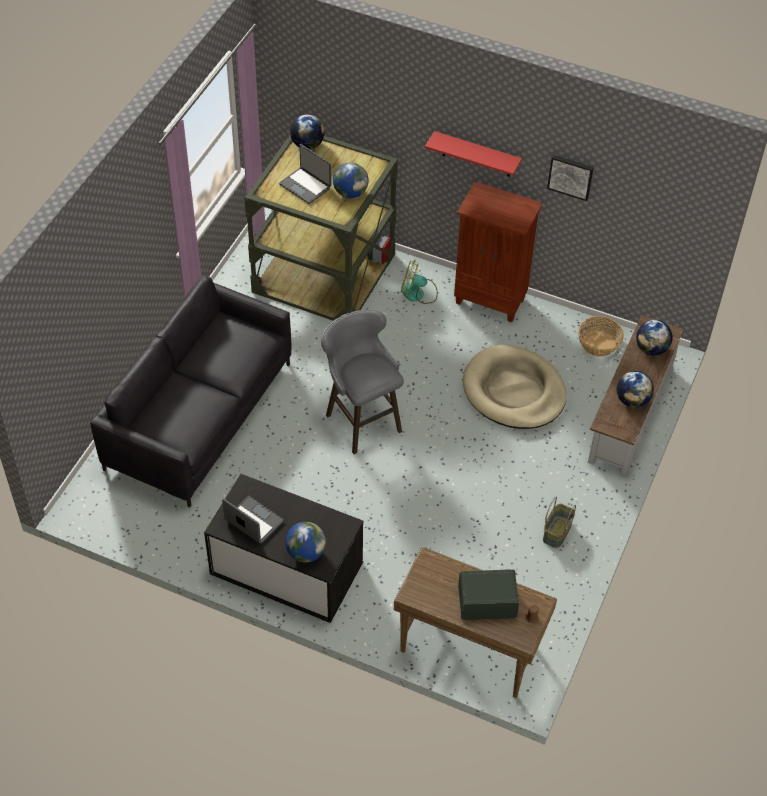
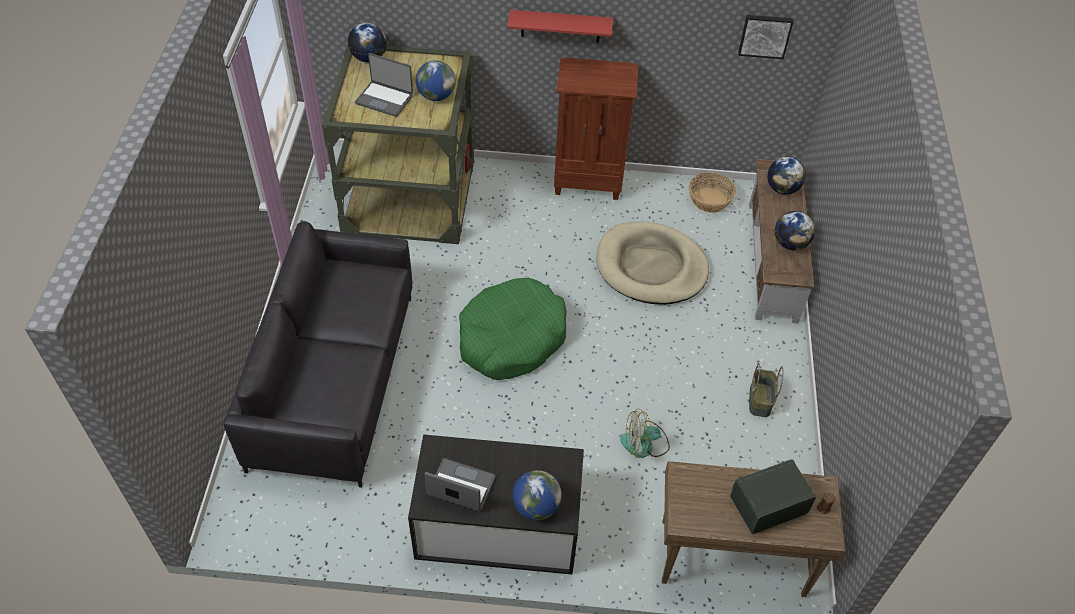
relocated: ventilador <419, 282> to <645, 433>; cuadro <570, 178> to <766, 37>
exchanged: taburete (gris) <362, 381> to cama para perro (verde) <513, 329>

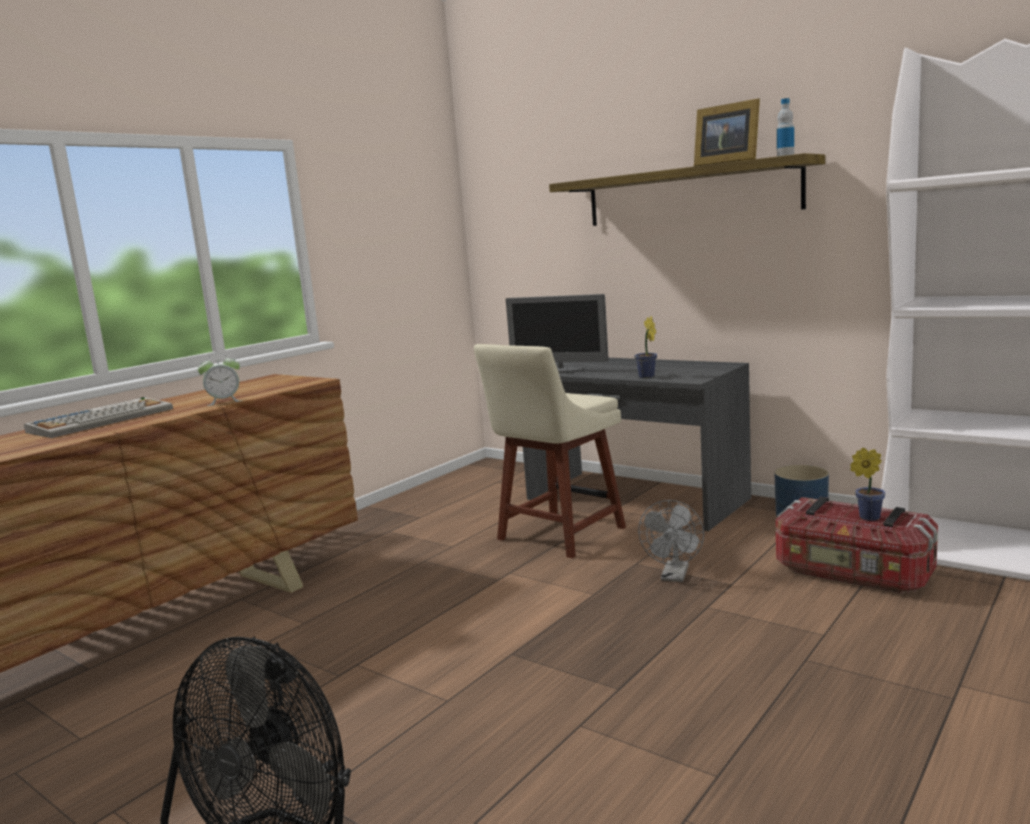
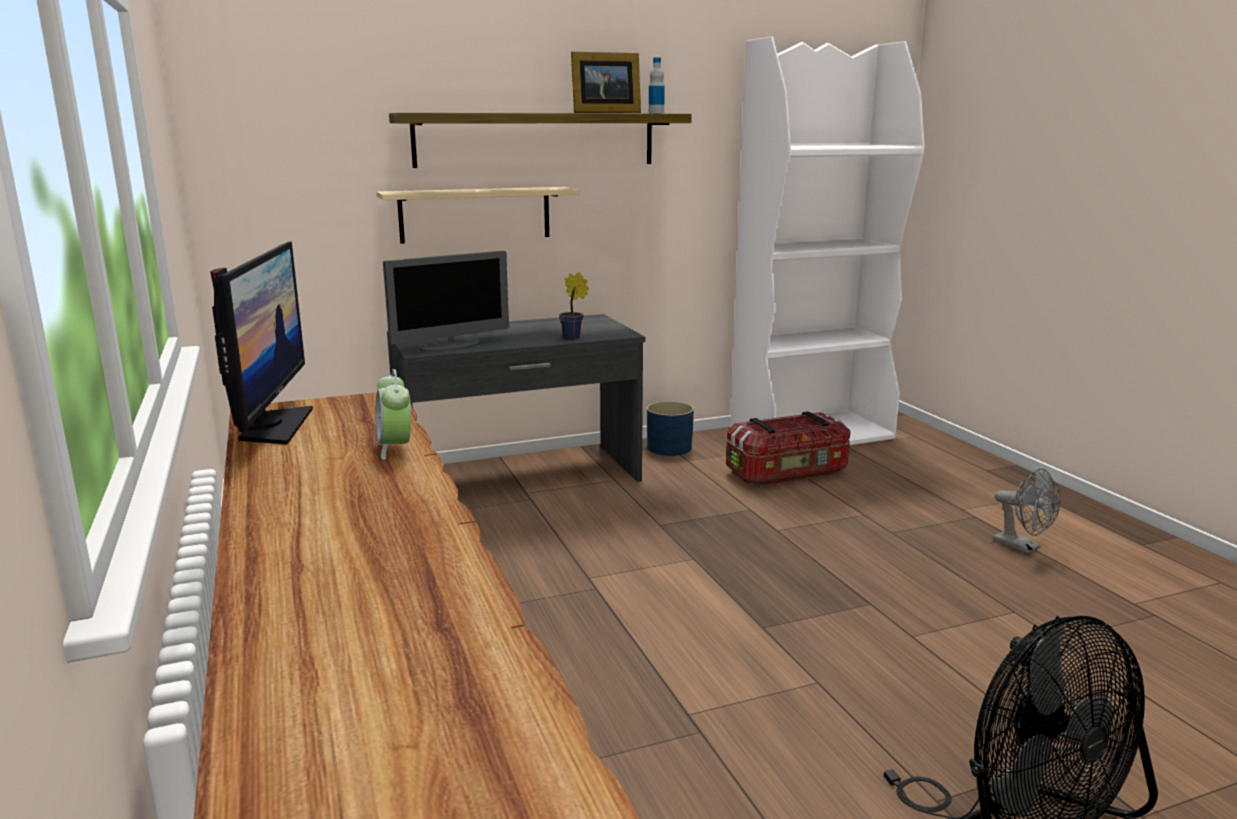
missing: teclado <98, 417>; taburete (beis) <550, 451>; planta en maceta <867, 484>
appeared: monitor <261, 343>; estante (beis) <478, 215>
relocated: ventilador (gris) <671, 541> to <1027, 511>
spun: despertador <220, 379> = <393, 414> 150 degrees clockwise

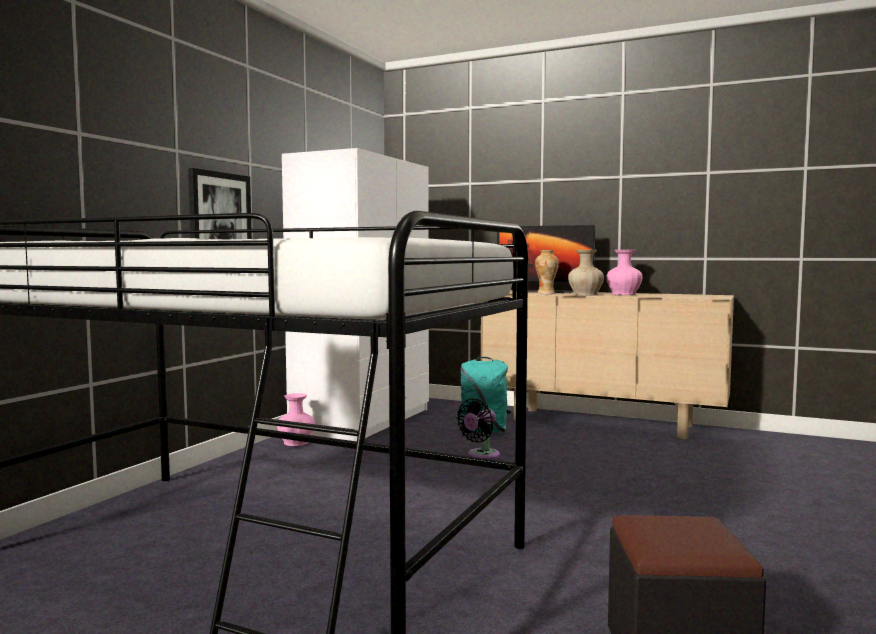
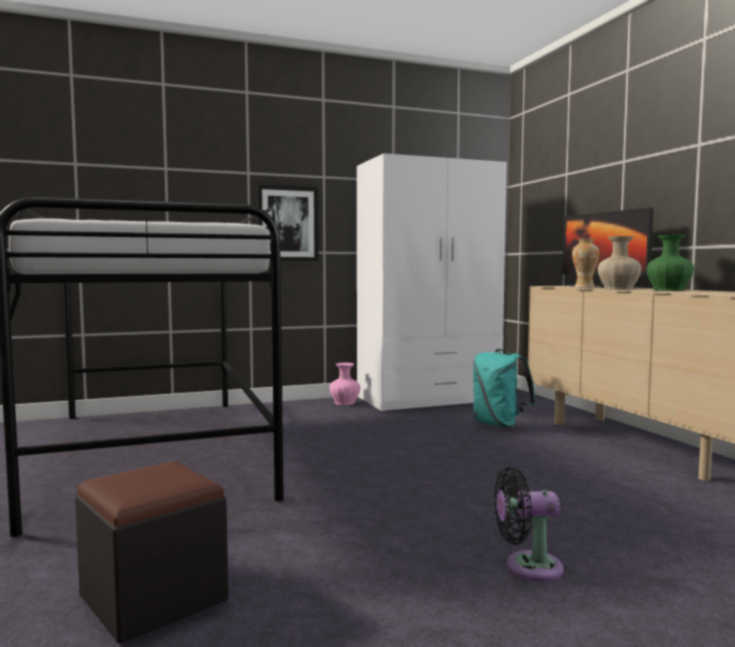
relocated: ventilador (negro) <478, 429> to <529, 524>
colour: florero (rosa) <624, 272> to florero (verde) <670, 263>

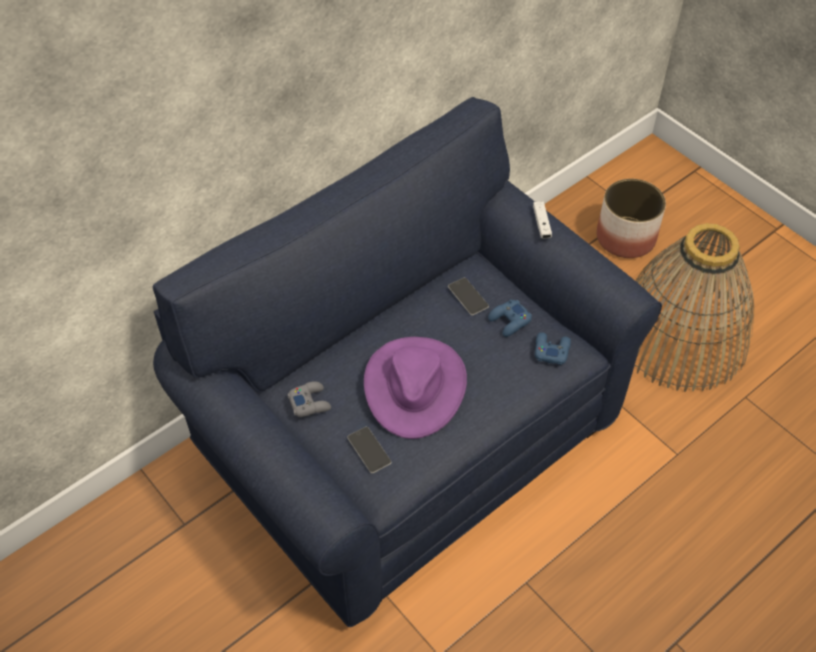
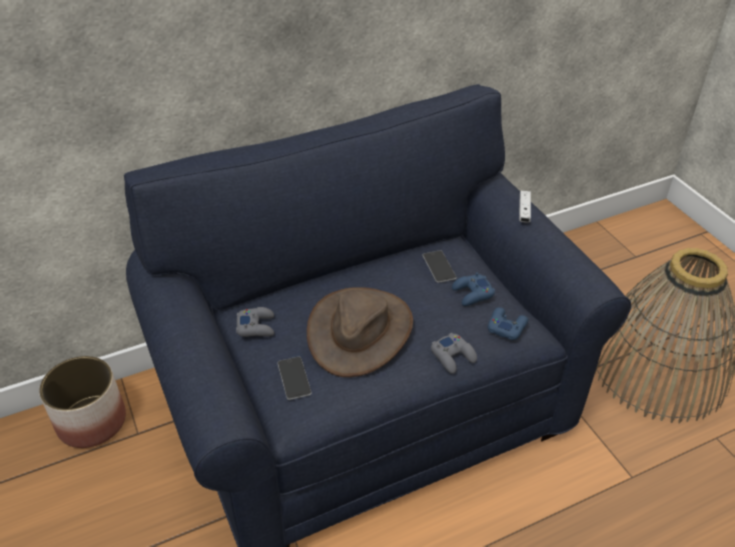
appeared: mando de consola (gris) <454, 353>
relocated: maceta <631, 218> to <82, 402>
colour: sombrero (morado) <415, 388> to sombrero (marrón) <360, 332>

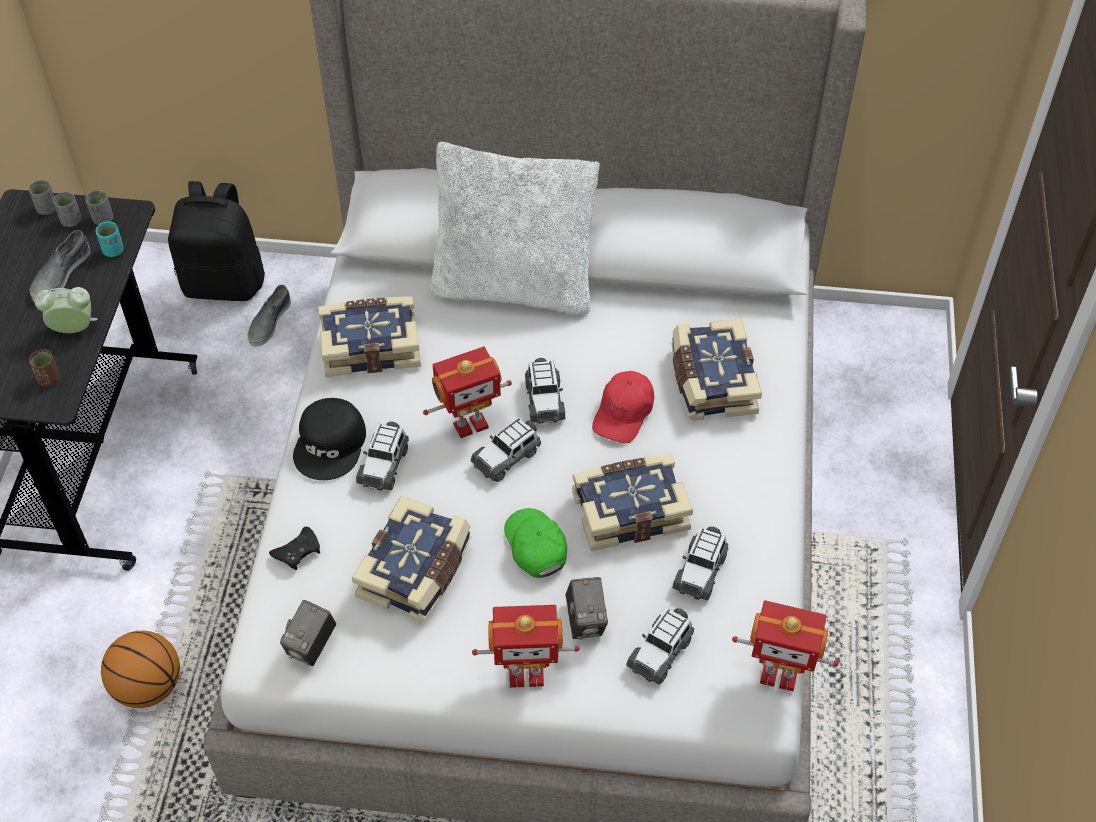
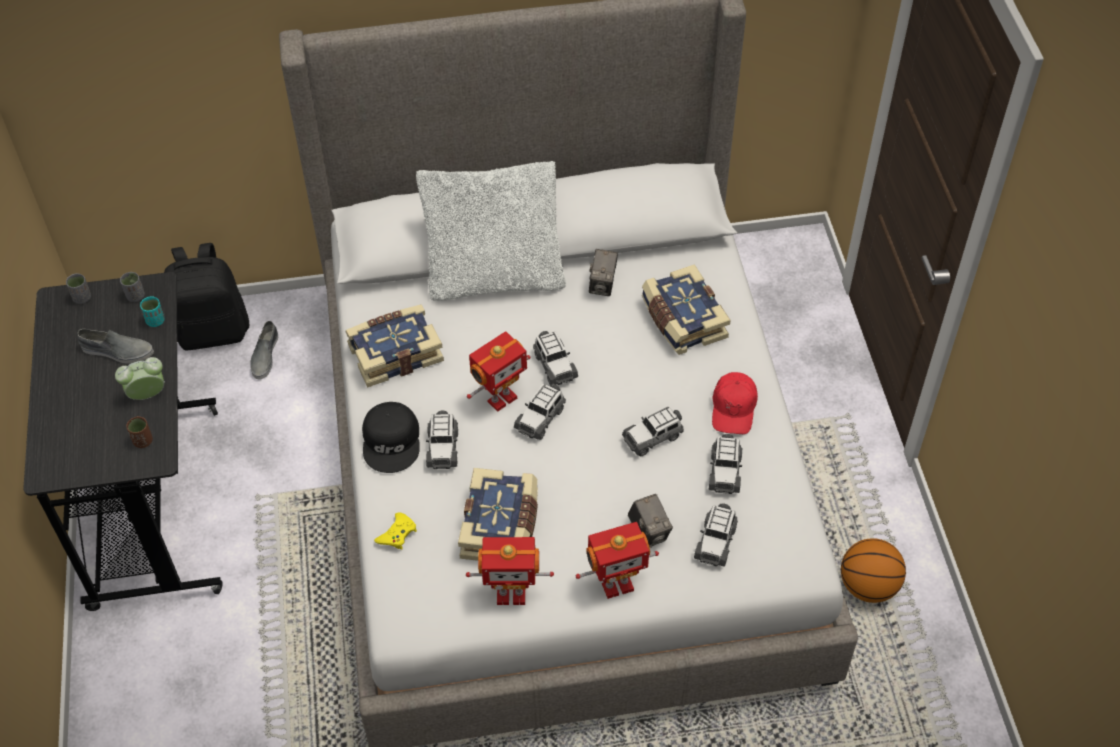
missing: taza (gris) <67, 209>; gorra (verde) <535, 543>
relocated: balón de baloncesto <140, 669> to <873, 570>; cámara <308, 633> to <603, 272>; gorra (rojo) <623, 407> to <735, 403>; robot de juguete <785, 645> to <510, 571>
exchanged: libro <632, 502> to coche de juguete <653, 431>
colour: mando de consola (negro) <294, 548> to mando de consola (amarillo) <395, 531>
spun: zapato (gris) <60, 265> = <116, 346> 90 degrees counterclockwise

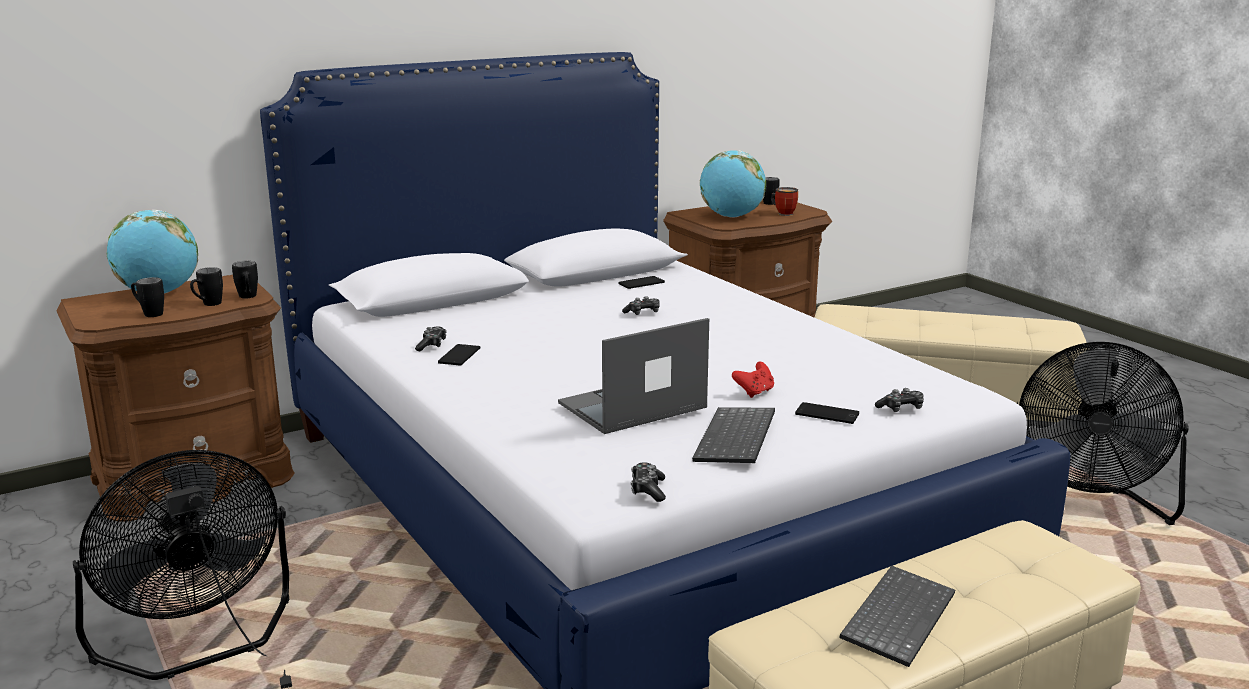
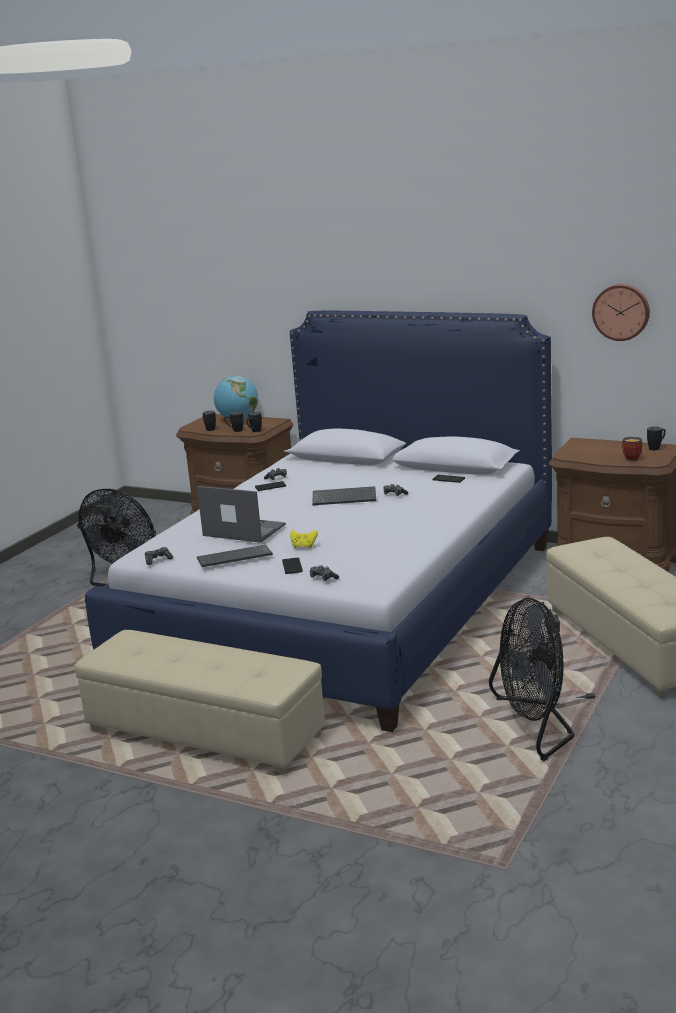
missing: globo terráqueo <733, 184>
appeared: reloj de pared <621, 312>
relocated: teclado <897, 616> to <344, 495>
colour: mando de consola (rojo) <753, 380> to mando de consola (amarillo) <304, 539>

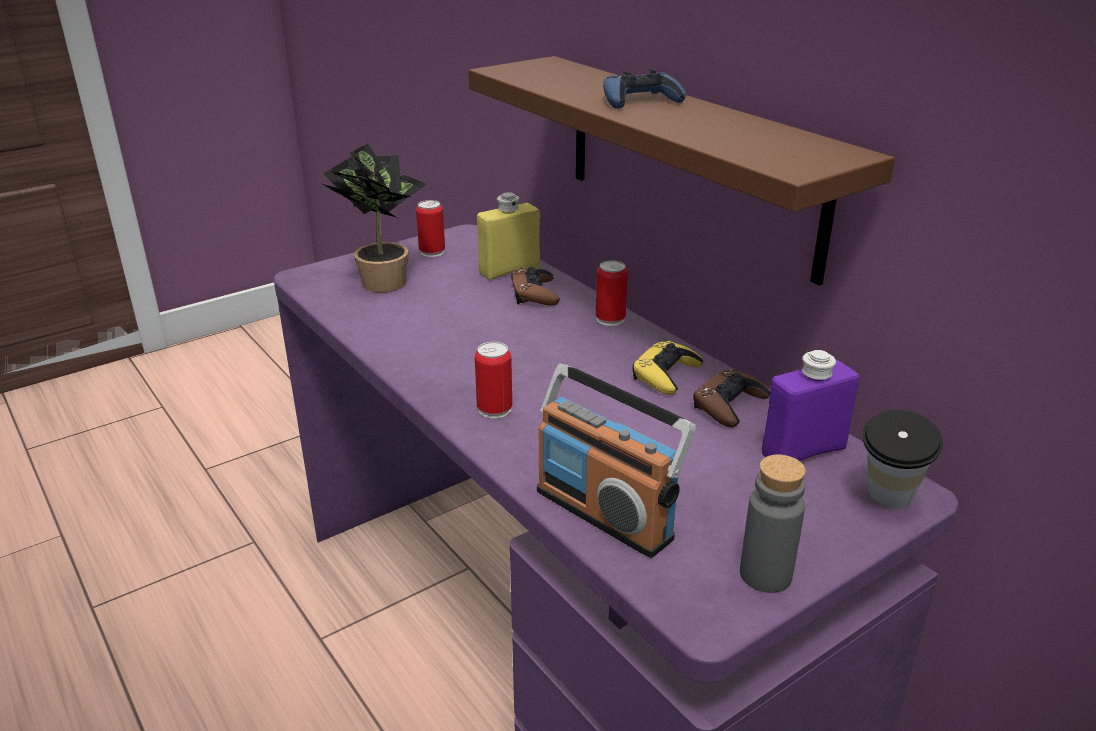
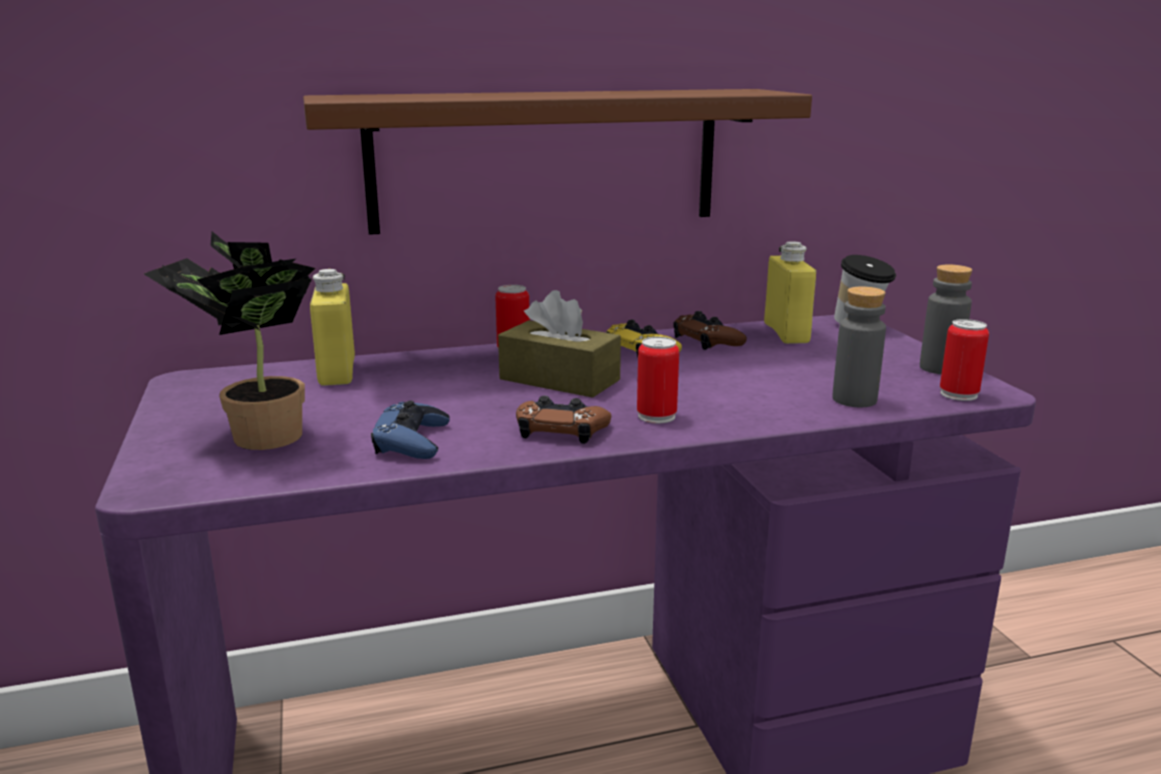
appeared: caja de pañuelos (marrón) <559, 344>
relocated: lata <430, 228> to <964, 360>; mando de consola (marrón) <535, 286> to <563, 419>; mando de consola (azul) <644, 89> to <410, 429>
exchanged: radio <616, 461> to botella (gris) <859, 346>
colour: botella (morado) <811, 405> to botella (amarillo) <790, 292>

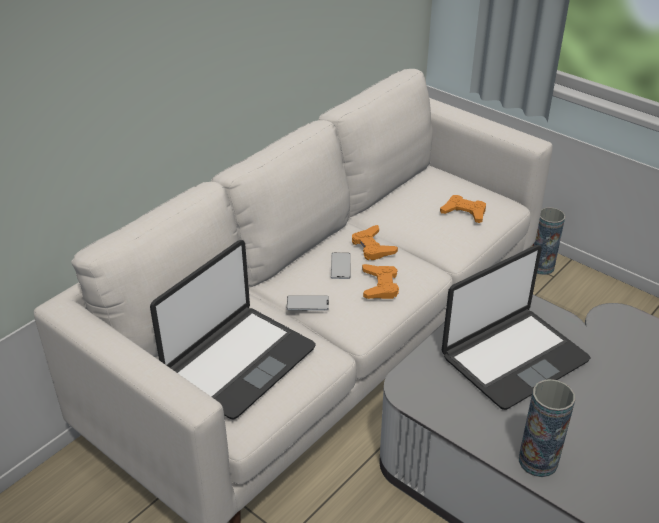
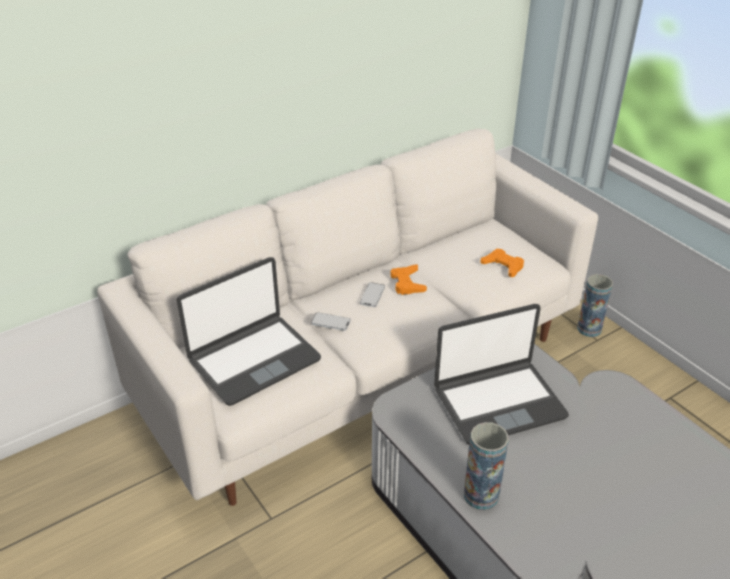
missing: mando de consola (naranja) <380, 281>

